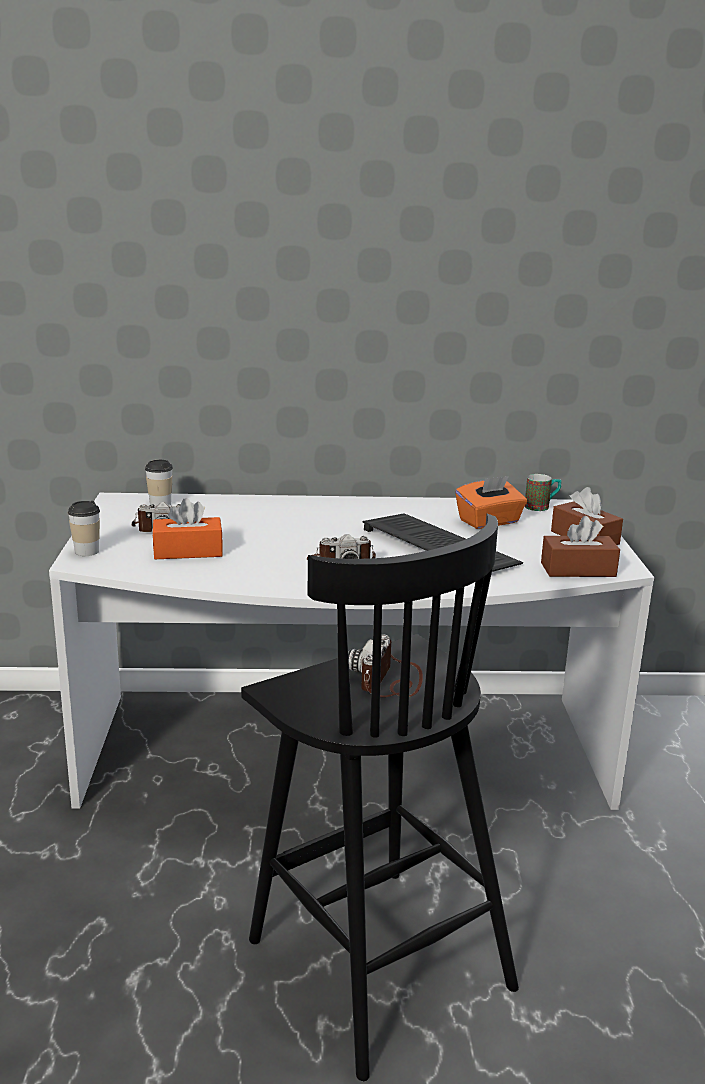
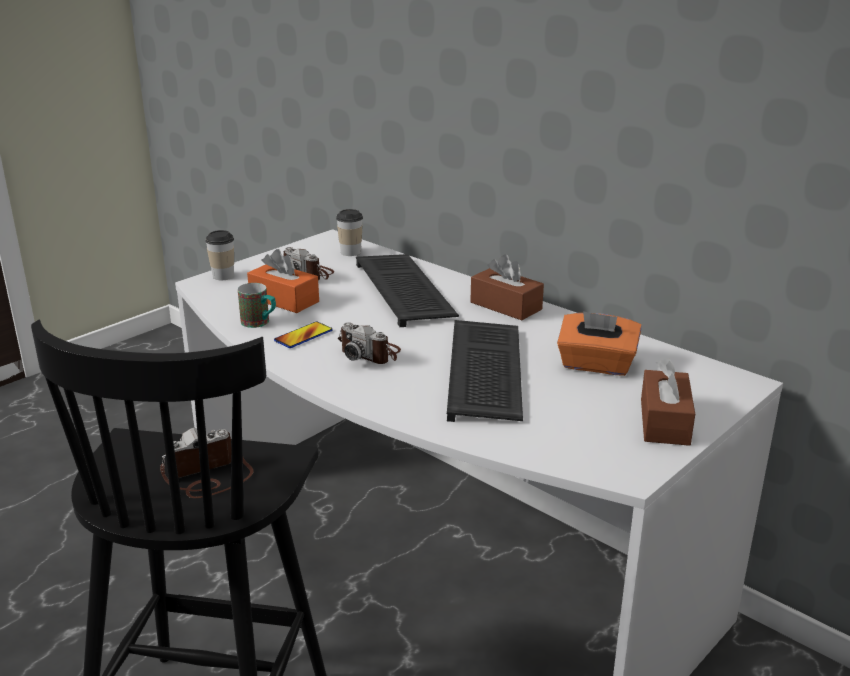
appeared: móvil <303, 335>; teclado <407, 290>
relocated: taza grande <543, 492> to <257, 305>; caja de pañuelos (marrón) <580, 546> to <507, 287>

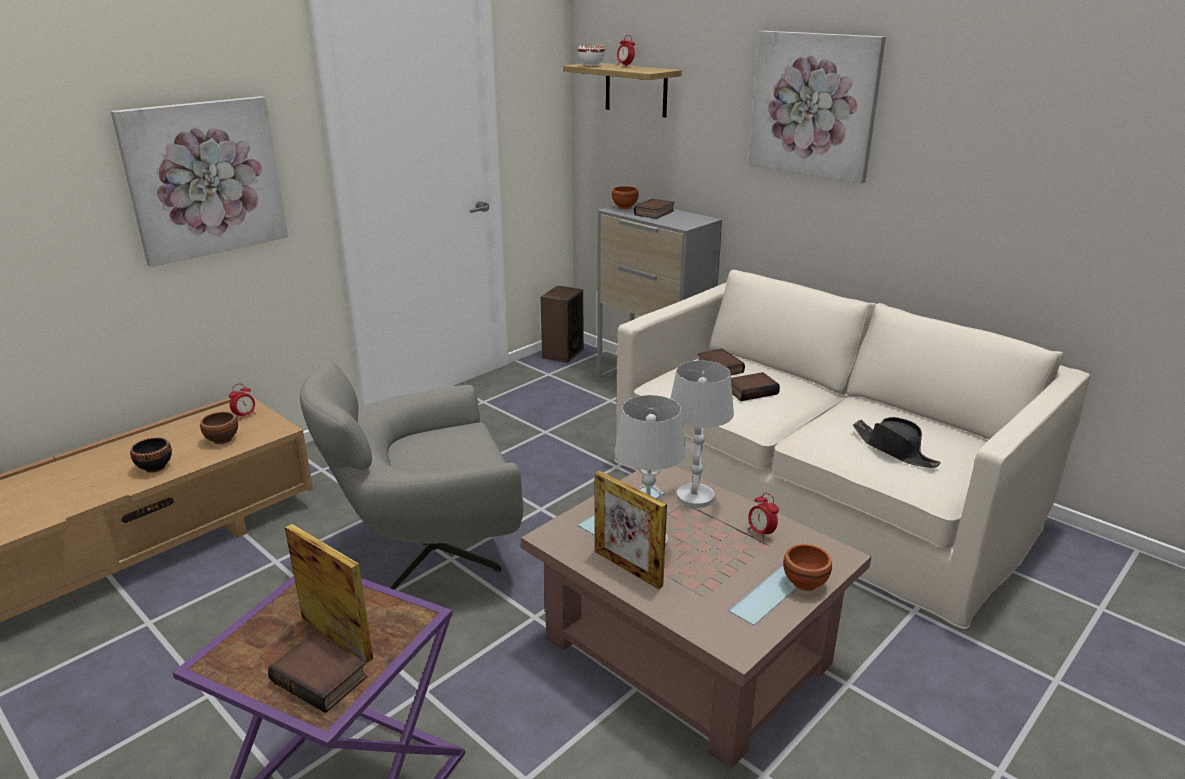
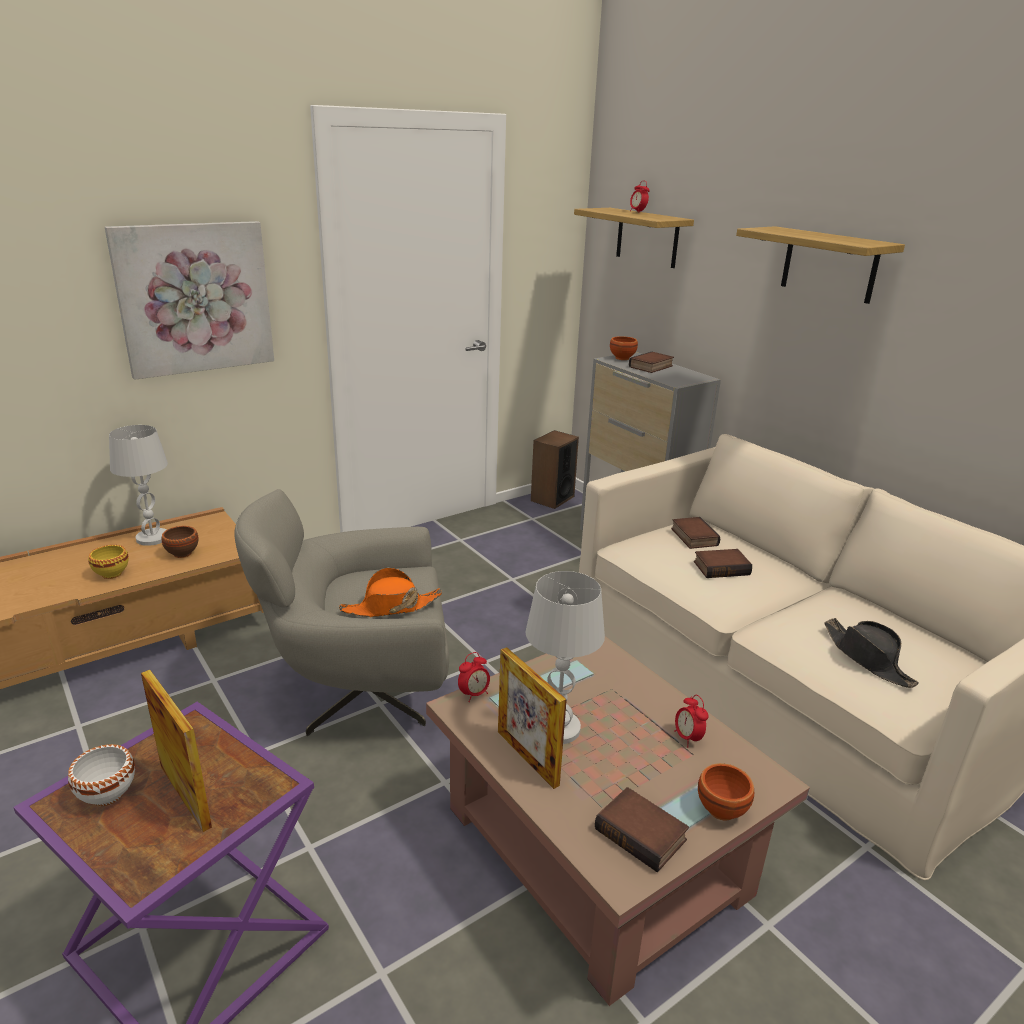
appeared: sombrero (naranja) <390, 592>
relocated: despertador <242, 402> to <474, 677>; libro <317, 673> to <642, 829>; cuenco (blanco) <592, 56> to <101, 775>; lámpara de mesa (blanco) <702, 434> to <138, 485>
exchanged: cuadro <817, 107> to estante <820, 265>
colour: cuenco (negro) <151, 455> to cuenco (amarillo) <108, 562>

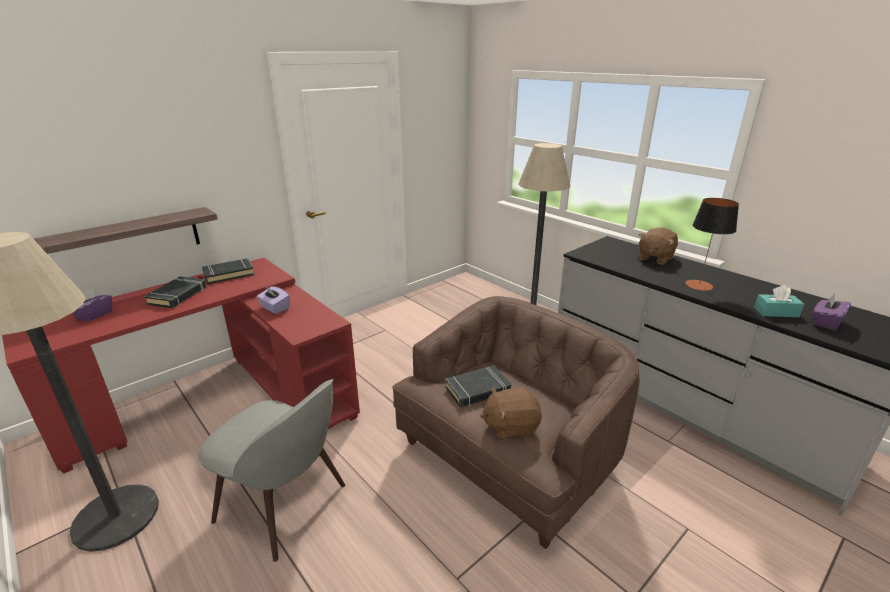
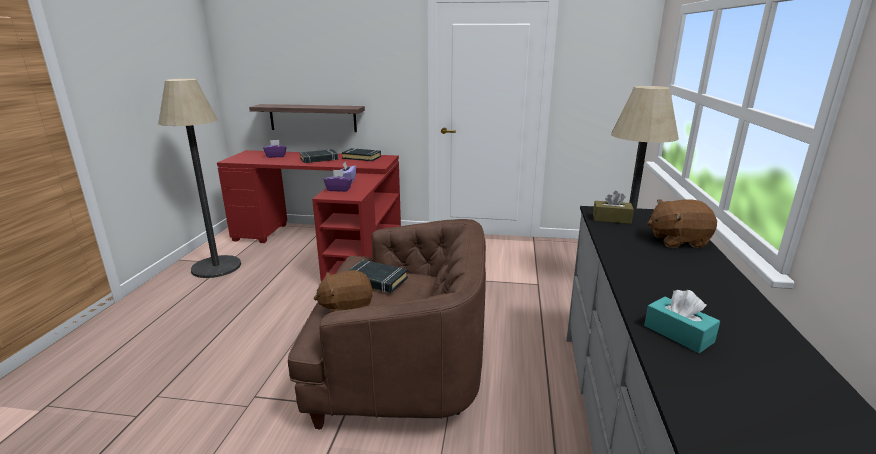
missing: silla (gris) <271, 470>; lámpara de mesa <712, 244>
appeared: caja de pañuelos (marrón) <613, 207>
relocated: caja de pañuelos (morado) <832, 312> to <337, 181>
spun: peluche (marrón) <511, 413> = <343, 291> 60 degrees counterclockwise

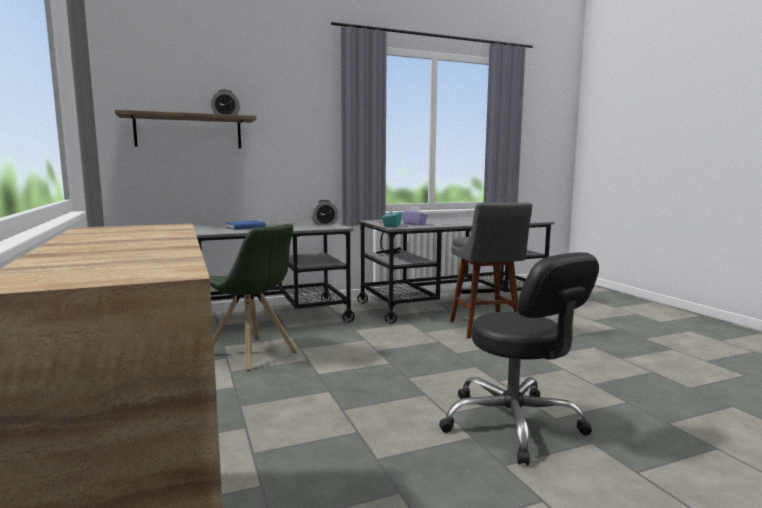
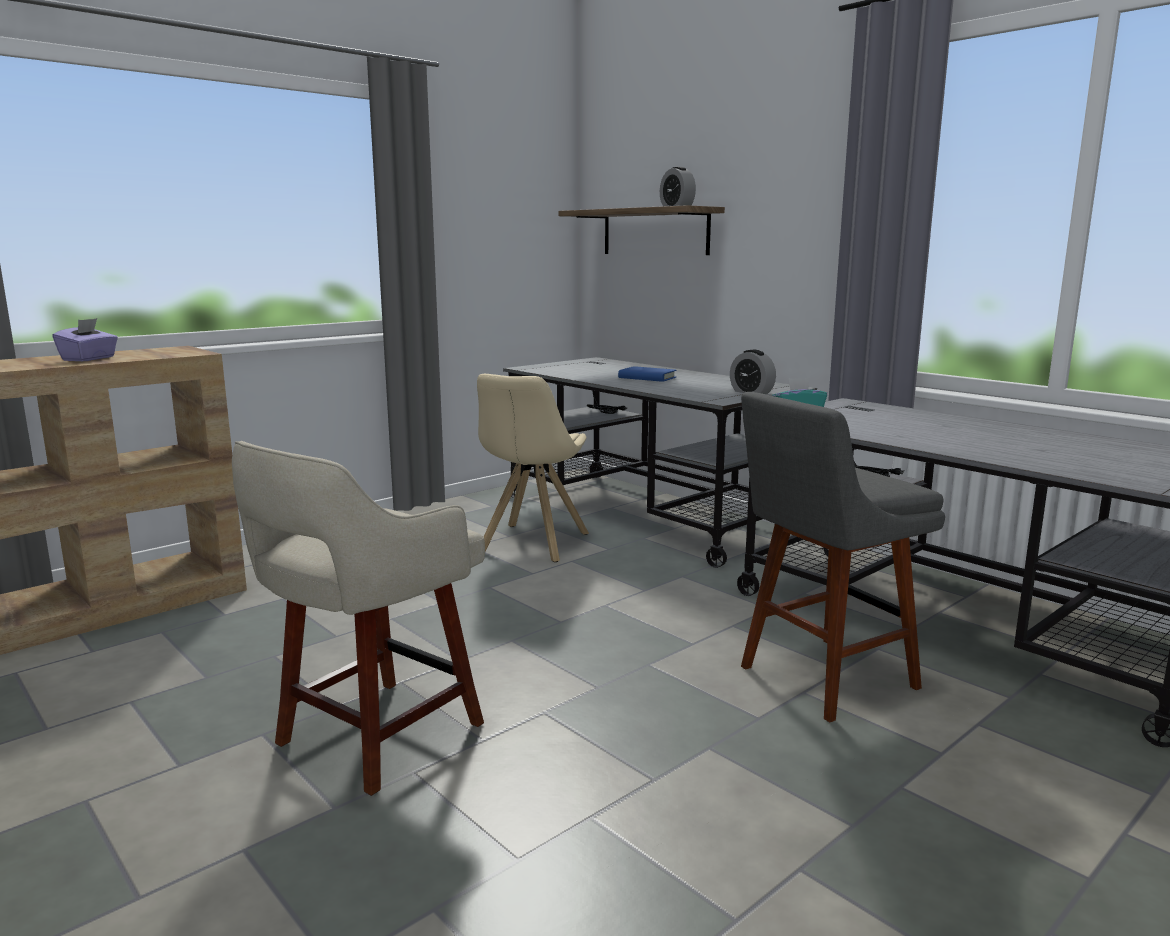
relocated: caja de pañuelos (morado) <415, 215> to <85, 339>
exchanged: silla de oficina (negro) <519, 358> to taburete (beis) <358, 618>
colour: silla (verde) <253, 297> to silla (beis) <533, 468>

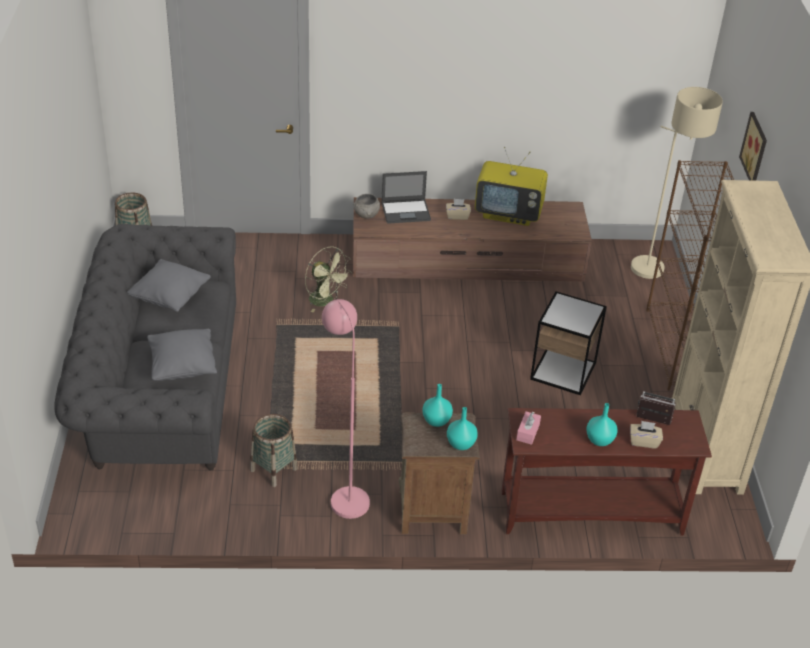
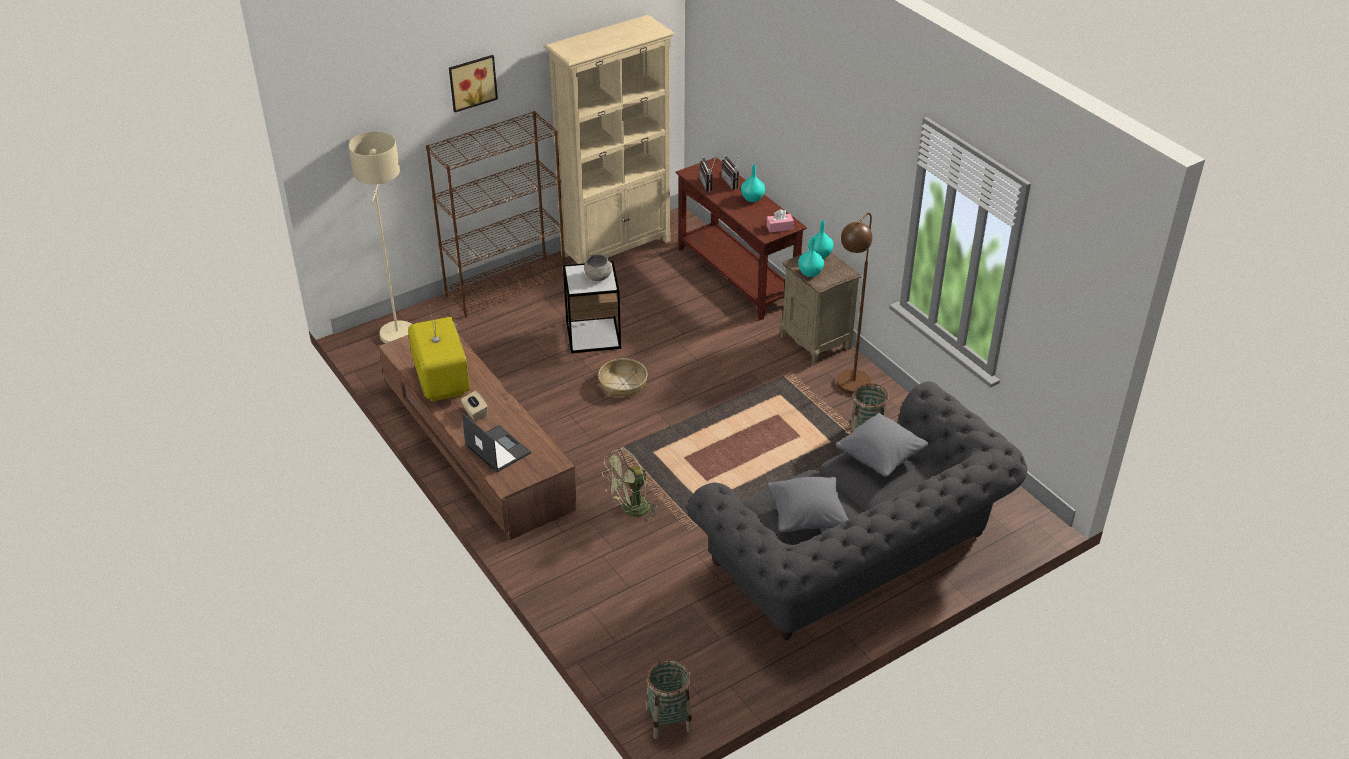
appeared: cesta <622, 378>
relocated: cuenco (gris) <367, 206> to <598, 267>
exchanged: caja de pañuelos (beis) <646, 435> to radio <730, 172>
colour: lámpara de pie (rosa) <346, 409> to lámpara de pie (marrón) <854, 303>
spun: ventilador (verde) <328, 279> = <630, 485> 135 degrees counterclockwise

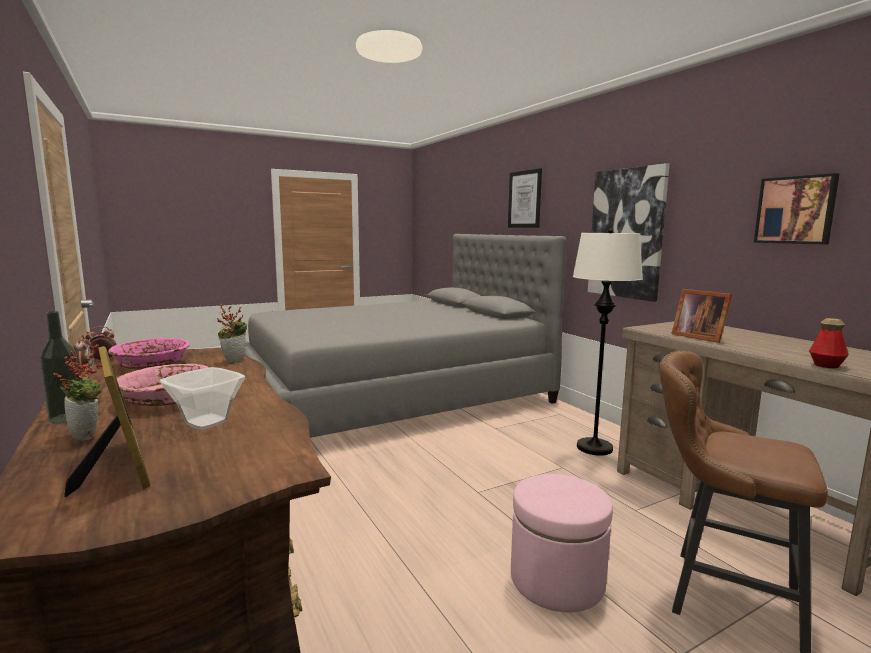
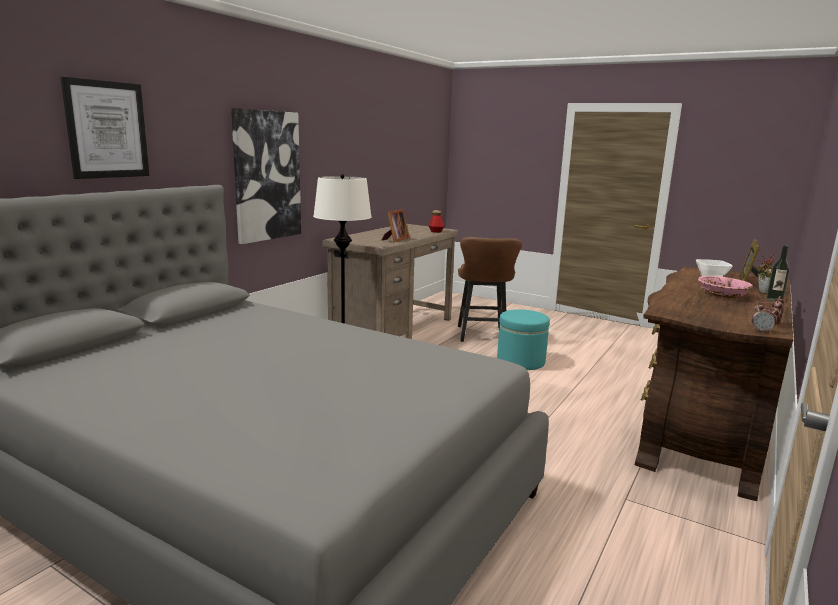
missing: cuenco (rosa) <149, 353>; planta en maceta <232, 333>; cuadro <796, 208>
colour: puf (rosa) <562, 543> to puf (turquesa) <523, 339>

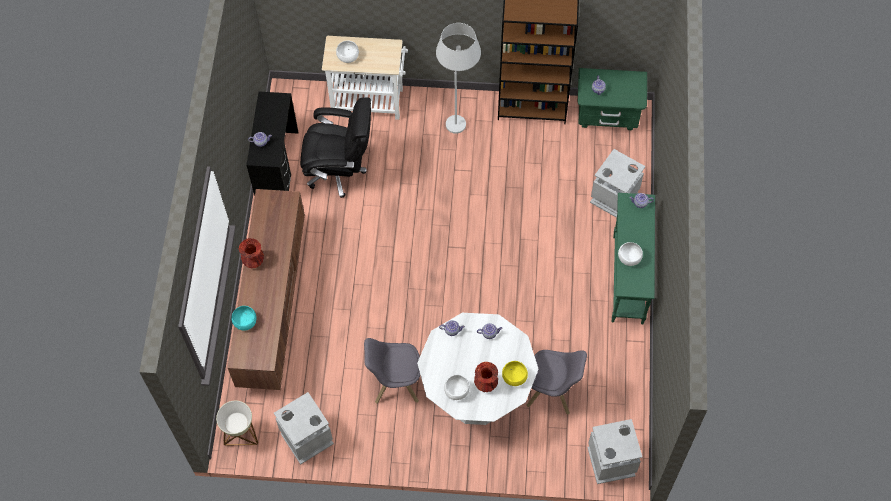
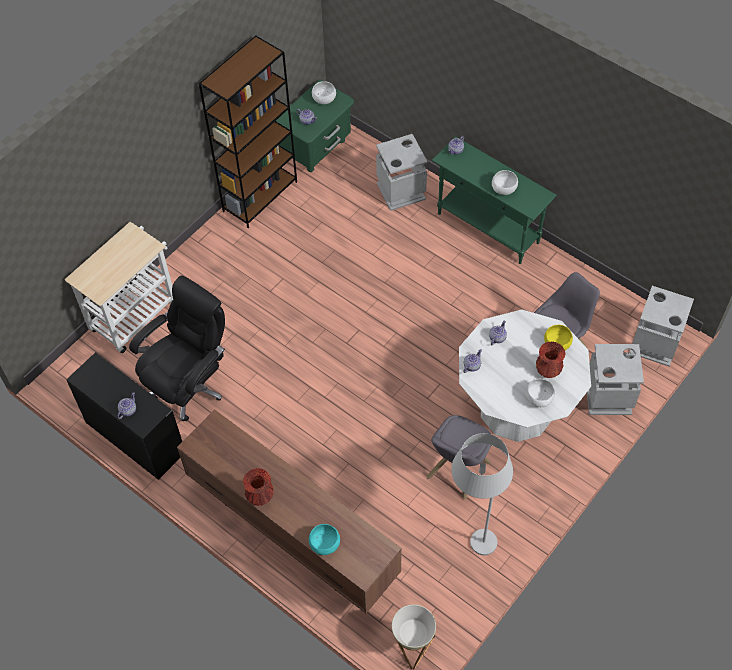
relocated: papelera (gris) <304, 428> to <615, 379>; cuenco (blanco) <347, 51> to <324, 92>; lámpara de pie (blanco) <458, 78> to <482, 494>

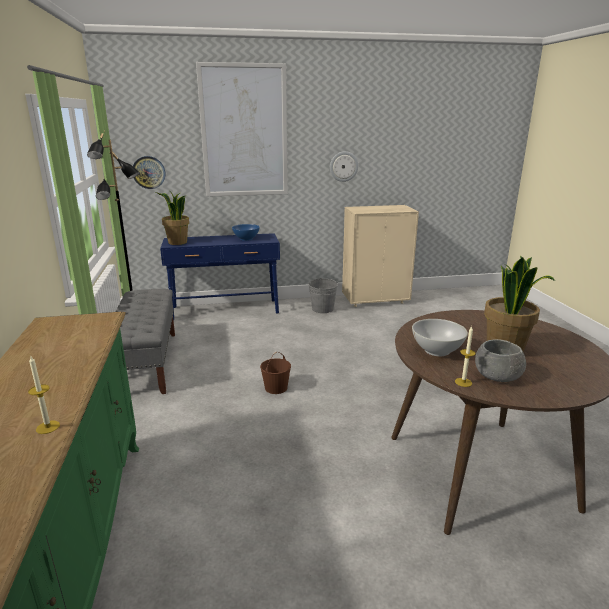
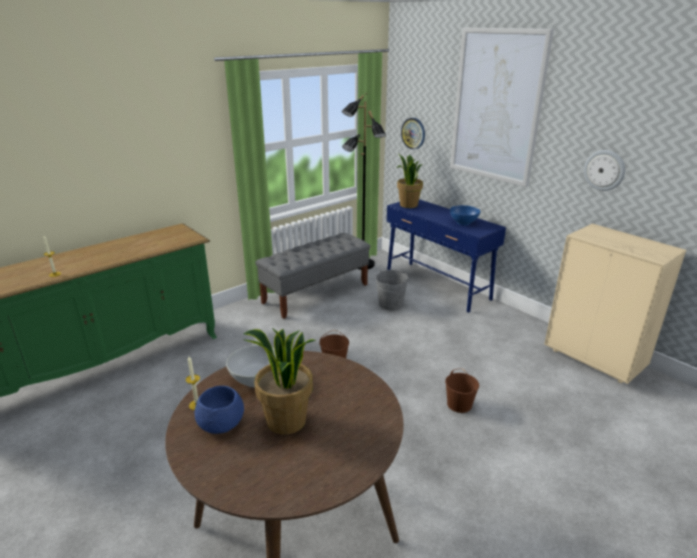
appeared: cubo (marrón) <462, 390>
relocated: cubo (gris) <323, 295> to <392, 290>
colour: cuenco (gris) <500, 360> to cuenco (azul) <219, 410>

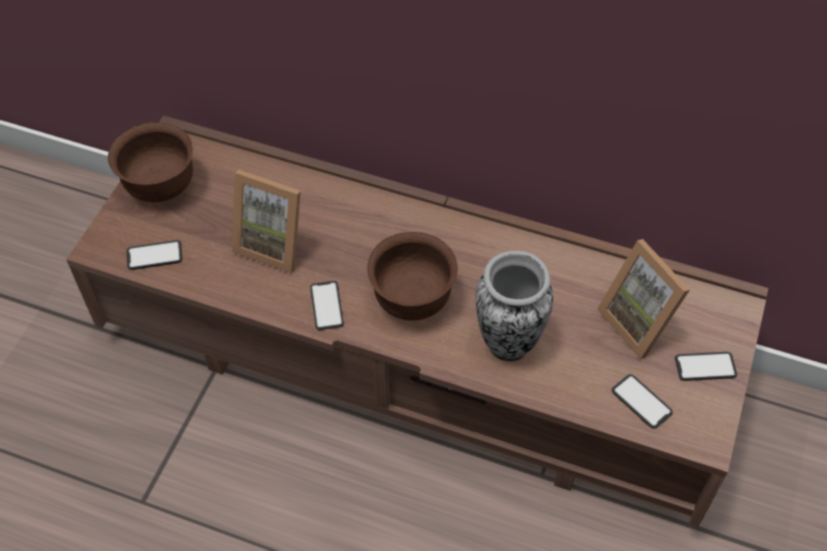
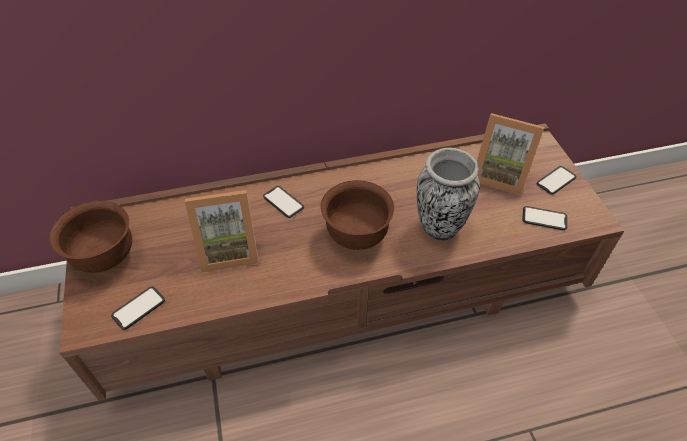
relocated: móvil <327, 305> to <283, 202>

